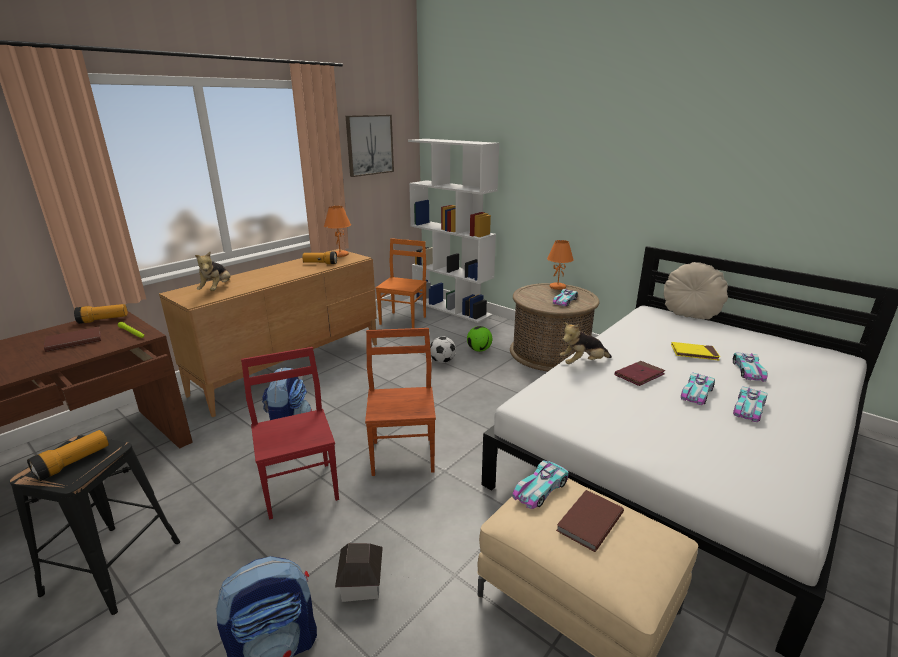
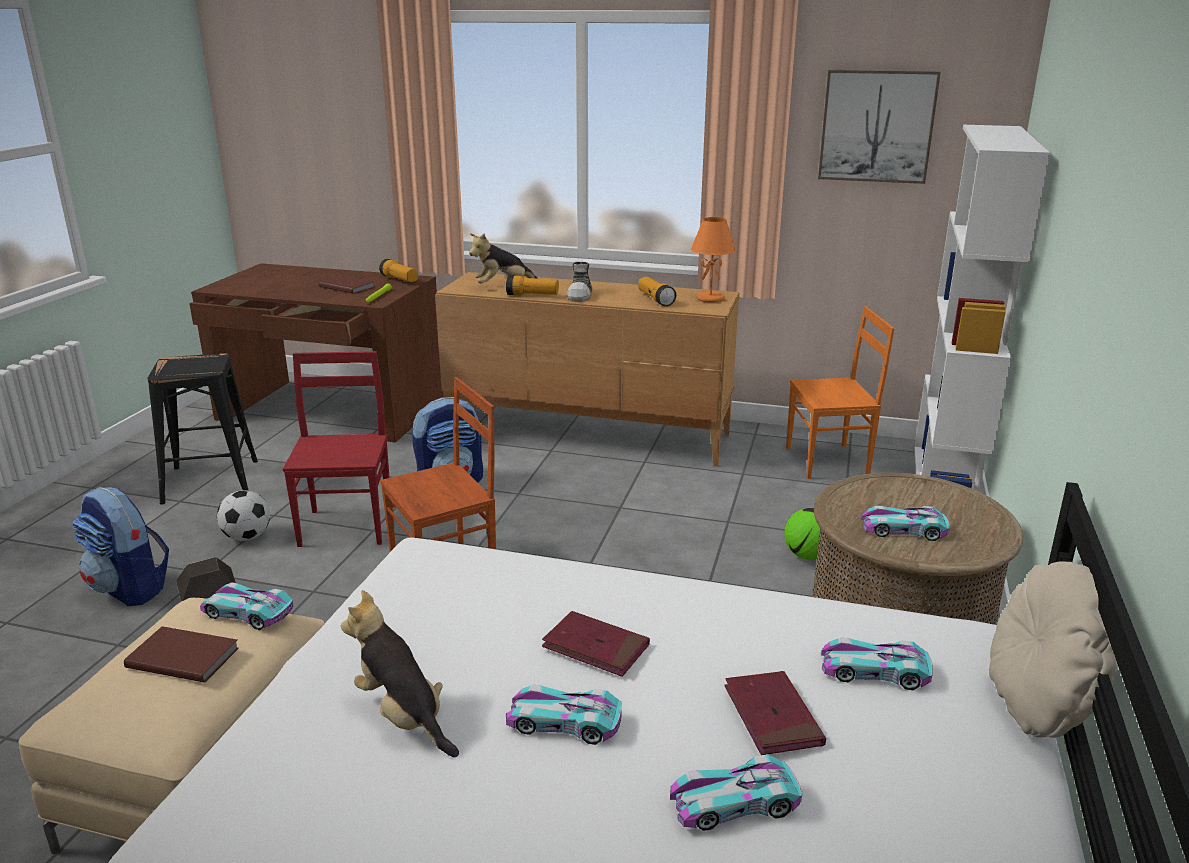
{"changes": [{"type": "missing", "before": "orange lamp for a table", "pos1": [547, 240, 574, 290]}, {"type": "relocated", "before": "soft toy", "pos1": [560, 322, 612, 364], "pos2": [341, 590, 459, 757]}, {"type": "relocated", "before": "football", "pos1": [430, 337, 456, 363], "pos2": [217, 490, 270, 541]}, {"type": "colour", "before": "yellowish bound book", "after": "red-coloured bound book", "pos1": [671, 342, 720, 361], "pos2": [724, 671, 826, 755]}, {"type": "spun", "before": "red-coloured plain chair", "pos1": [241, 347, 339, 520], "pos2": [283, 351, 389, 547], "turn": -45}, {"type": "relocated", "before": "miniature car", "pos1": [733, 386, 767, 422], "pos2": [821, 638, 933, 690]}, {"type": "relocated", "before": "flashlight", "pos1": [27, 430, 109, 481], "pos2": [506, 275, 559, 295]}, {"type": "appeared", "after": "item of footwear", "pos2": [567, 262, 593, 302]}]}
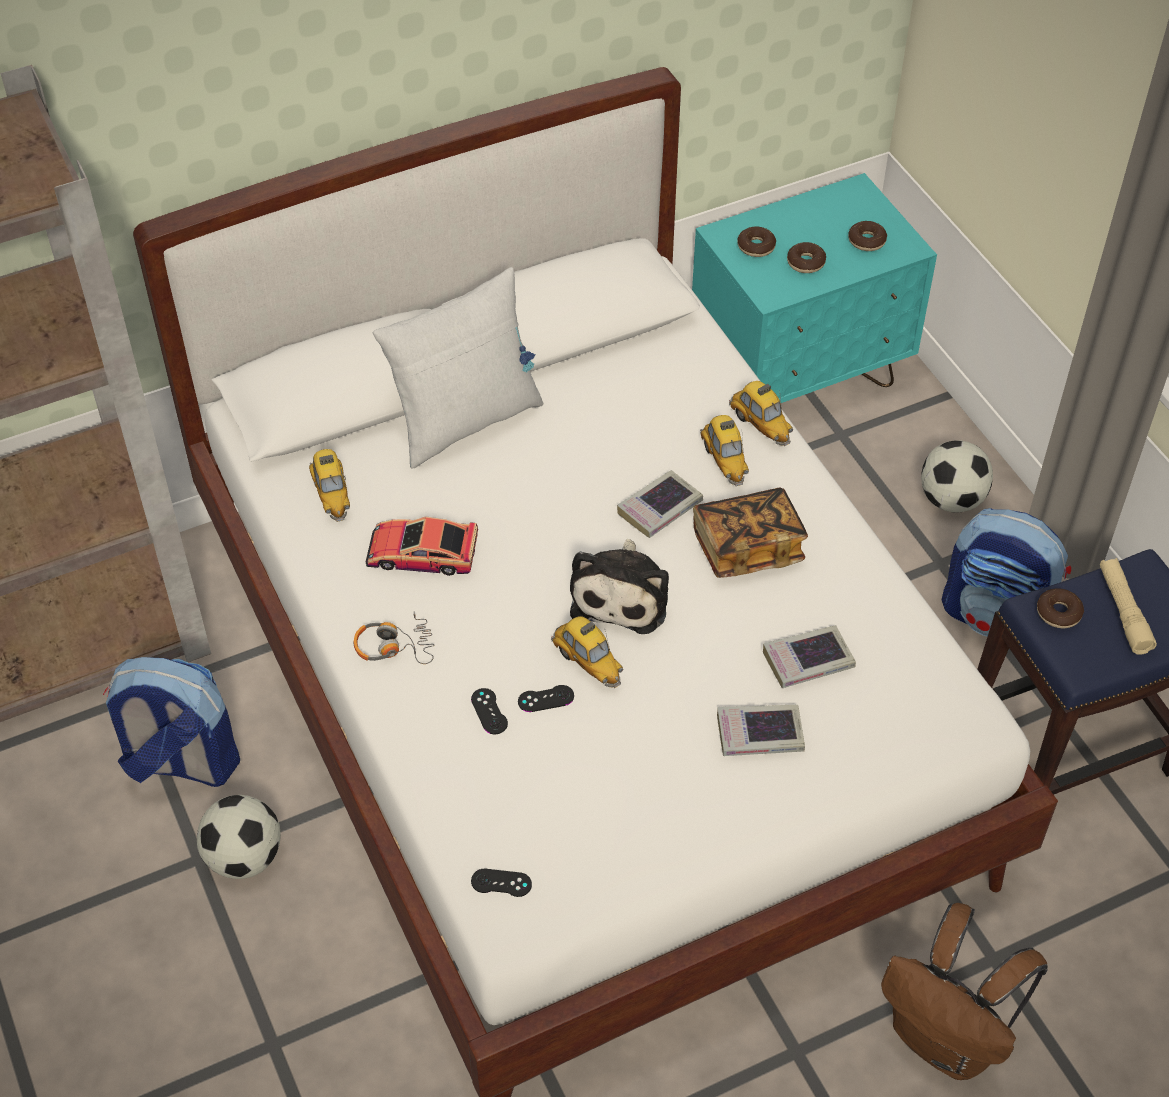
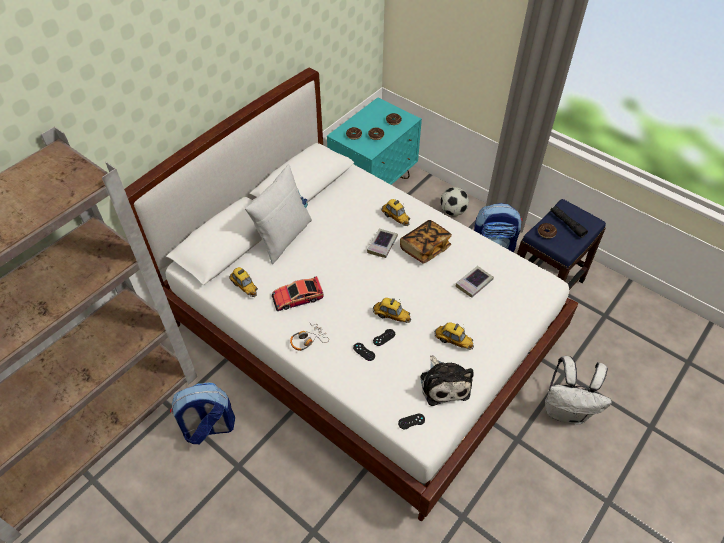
{"changes": [{"type": "relocated", "before": "miniature car", "pos1": [729, 381, 793, 446], "pos2": [434, 322, 474, 350]}, {"type": "relocated", "before": "soft toy", "pos1": [570, 539, 669, 634], "pos2": [420, 355, 474, 406]}, {"type": "colour", "before": "beige flashlight", "after": "black flashlight", "pos1": [1100, 558, 1157, 655], "pos2": [550, 206, 588, 238]}, {"type": "missing", "before": "bound book", "pos1": [717, 705, 805, 756]}, {"type": "missing", "before": "football", "pos1": [197, 795, 281, 879]}, {"type": "colour", "before": "brownish backpack", "after": "white-coloured backpack", "pos1": [881, 903, 1048, 1080], "pos2": [545, 356, 612, 425]}]}
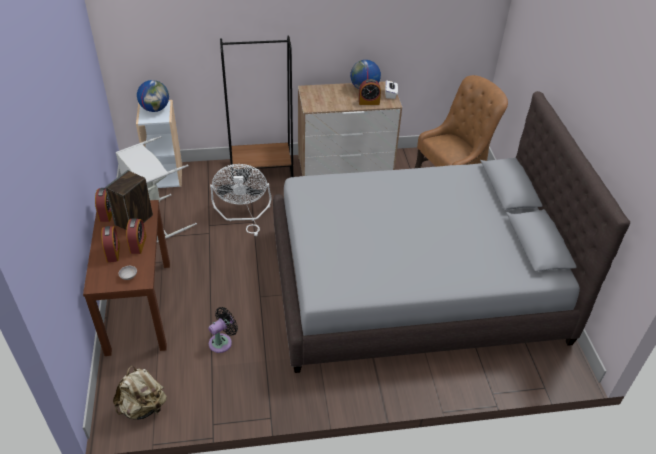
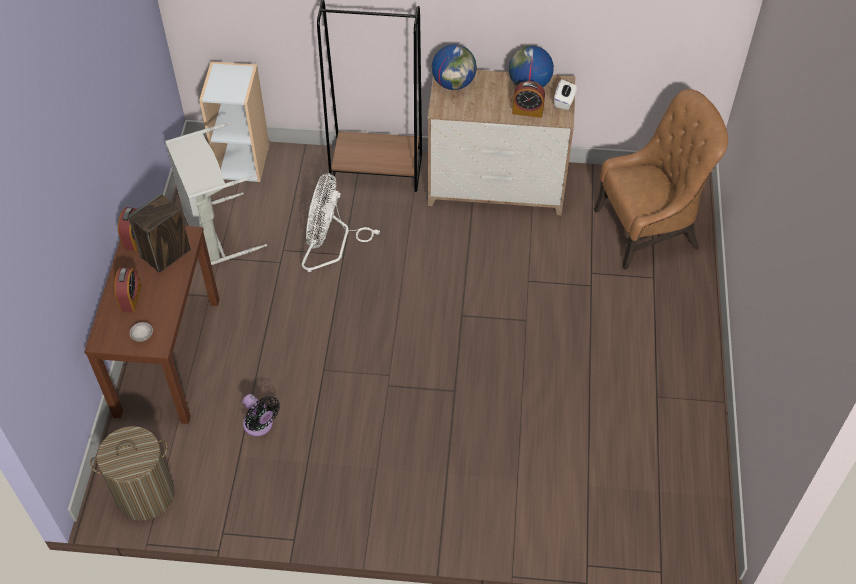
{"changes": [{"type": "relocated", "before": "world globe", "pos1": [137, 80, 169, 112], "pos2": [432, 44, 477, 90]}, {"type": "missing", "before": "gray bed", "pos1": [273, 91, 630, 373]}, {"type": "spun", "before": "white-coloured cooling fan", "pos1": [210, 164, 272, 236], "pos2": [302, 173, 381, 272], "turn": -90}, {"type": "missing", "before": "table clock", "pos1": [126, 218, 146, 254]}, {"type": "spun", "before": "black cooling fan", "pos1": [208, 307, 238, 353], "pos2": [242, 394, 280, 436], "turn": 75}, {"type": "exchanged", "before": "beige backpack", "after": "laundry basket", "pos1": [113, 366, 167, 420], "pos2": [90, 426, 175, 521]}]}
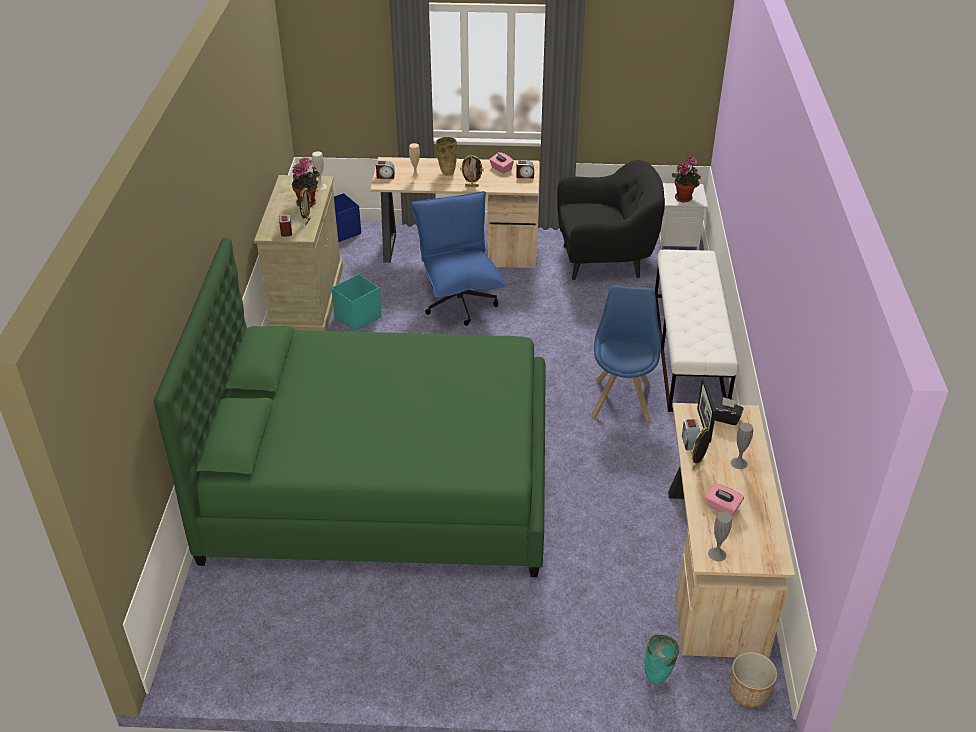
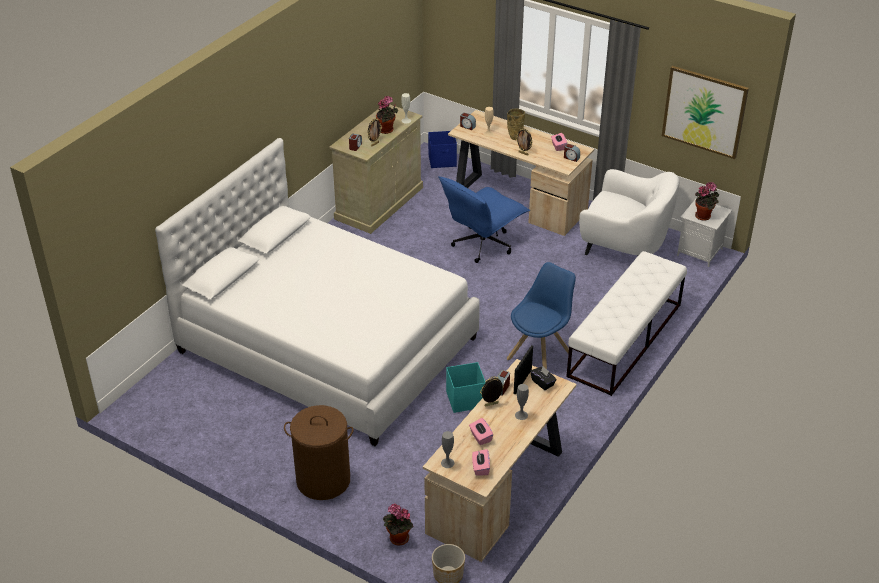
{"changes": [{"type": "colour", "before": "black easy chair", "after": "white-coloured easy chair", "pos1": [557, 160, 665, 280], "pos2": [579, 169, 680, 257]}, {"type": "spun", "before": "blue office chair", "pos1": [411, 191, 506, 326], "pos2": [438, 176, 530, 263], "turn": -150}, {"type": "colour", "before": "greenish bed", "after": "white-coloured bed", "pos1": [154, 237, 546, 577], "pos2": [155, 138, 480, 446]}, {"type": "relocated", "before": "turquoise-coloured storage box", "pos1": [331, 274, 382, 331], "pos2": [446, 362, 486, 413]}, {"type": "exchanged", "before": "turquoise-coloured decorative vase", "after": "potted plant", "pos1": [644, 634, 679, 684], "pos2": [383, 503, 414, 546]}, {"type": "appeared", "after": "wall art", "pos2": [662, 66, 749, 159]}, {"type": "appeared", "after": "brownish laundry basket", "pos2": [284, 405, 354, 500]}, {"type": "appeared", "after": "pink box of tissues", "pos2": [472, 449, 490, 476]}]}
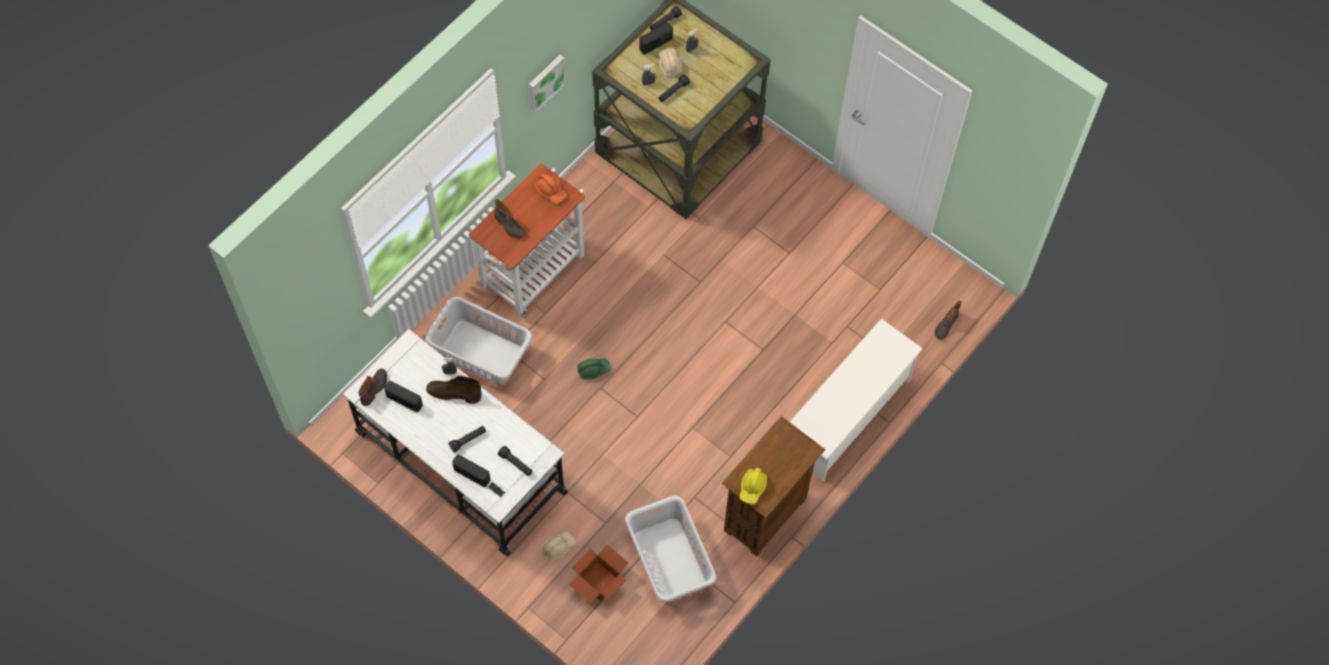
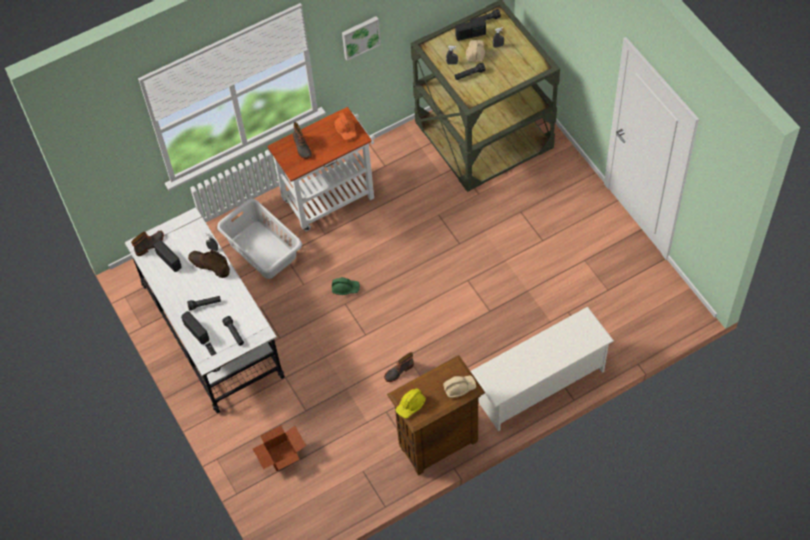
{"changes": [{"type": "relocated", "before": "tall boot", "pos1": [935, 301, 961, 340], "pos2": [384, 352, 414, 382]}, {"type": "missing", "before": "gray laundry basket", "pos1": [625, 495, 716, 602]}, {"type": "relocated", "before": "beige safety helmet", "pos1": [541, 531, 576, 561], "pos2": [443, 375, 476, 398]}]}
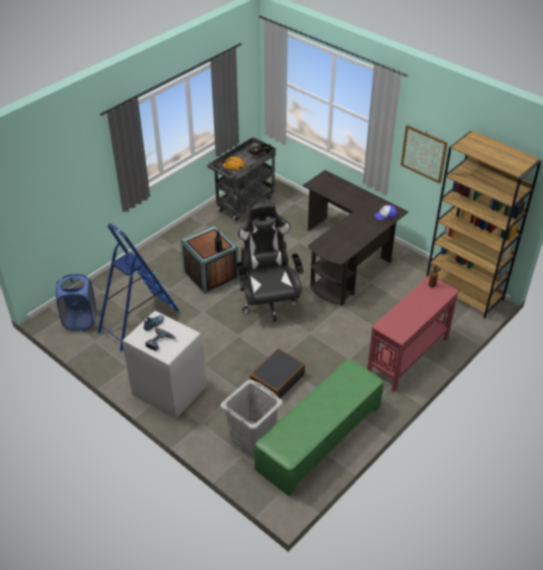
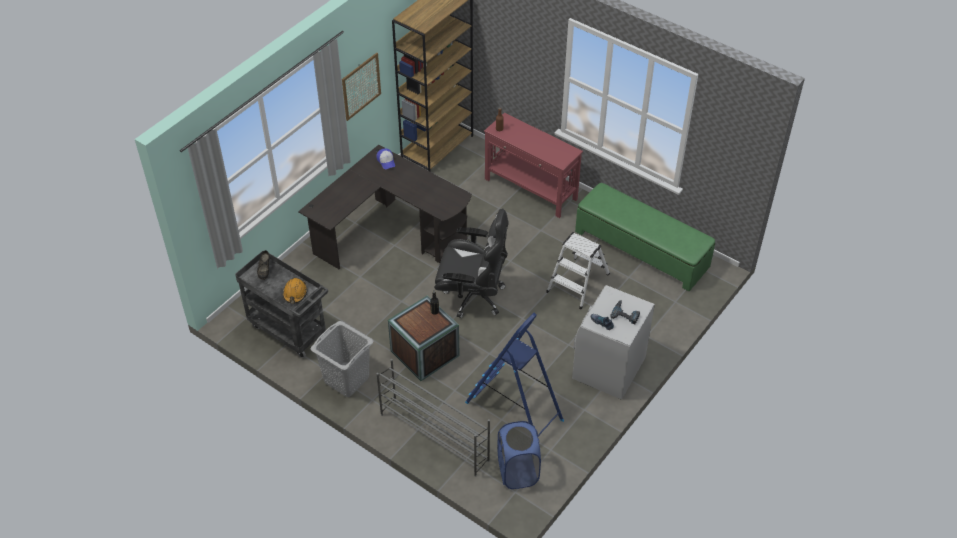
{"changes": [{"type": "spun", "before": "black office chair", "pos1": [236, 203, 303, 322], "pos2": [434, 208, 509, 318], "turn": -150}, {"type": "exchanged", "before": "black travel case", "after": "white-coloured step ladder", "pos1": [250, 348, 305, 398], "pos2": [546, 232, 610, 310]}, {"type": "relocated", "before": "gray laundry basket", "pos1": [220, 380, 283, 456], "pos2": [311, 321, 373, 397]}, {"type": "appeared", "after": "gray shoe rack", "pos2": [377, 359, 490, 477]}]}
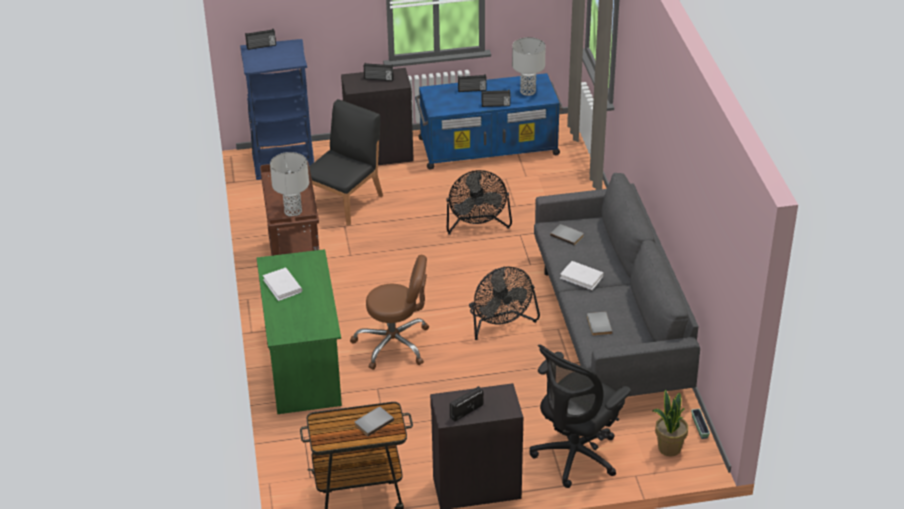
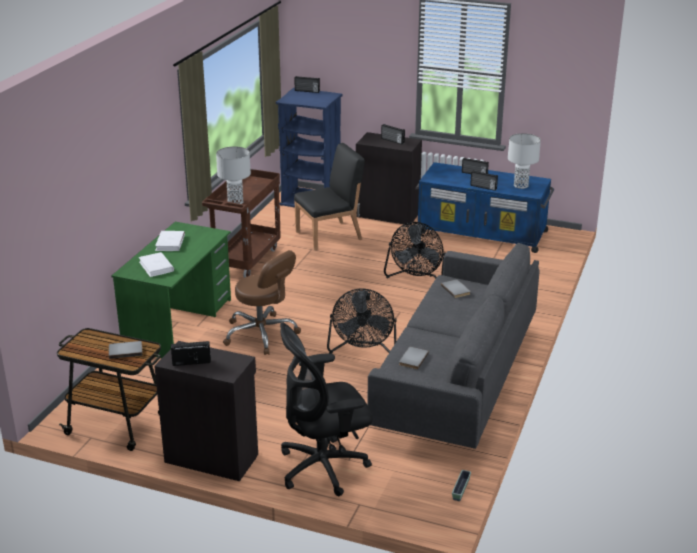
{"changes": [{"type": "relocated", "before": "white-coloured bound book", "pos1": [560, 261, 604, 290], "pos2": [139, 252, 174, 277]}, {"type": "missing", "before": "potted plant", "pos1": [653, 389, 688, 457]}]}
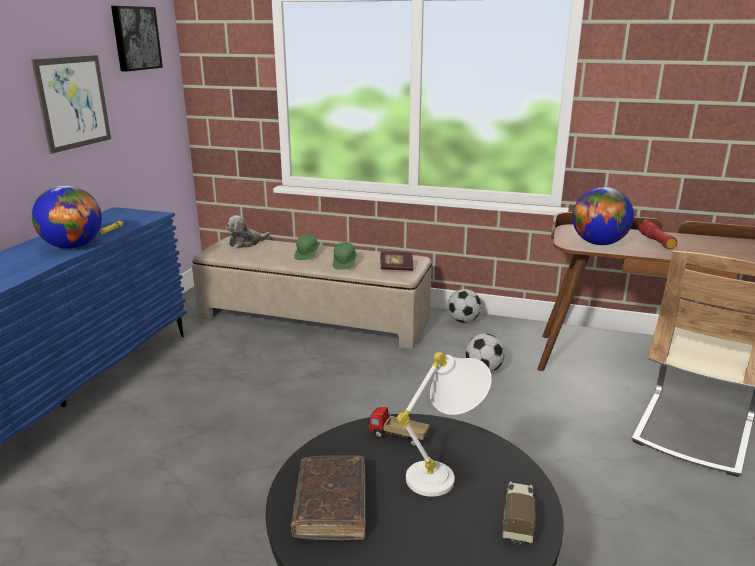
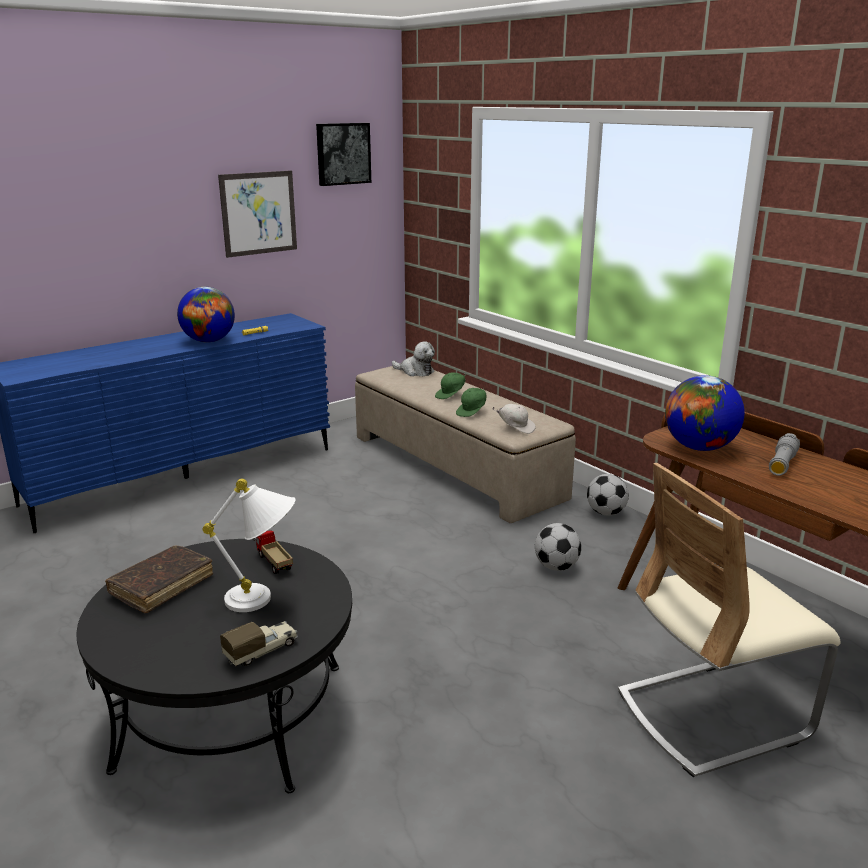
{"changes": [{"type": "spun", "before": "soft toy", "pos1": [226, 215, 270, 249], "pos2": [392, 341, 435, 377], "turn": -150}, {"type": "colour", "before": "red-coloured flashlight", "after": "gray flashlight", "pos1": [638, 220, 677, 249], "pos2": [769, 433, 800, 476]}, {"type": "exchanged", "before": "bound book", "after": "white-coloured cap", "pos1": [380, 252, 413, 271], "pos2": [492, 404, 536, 434]}]}
